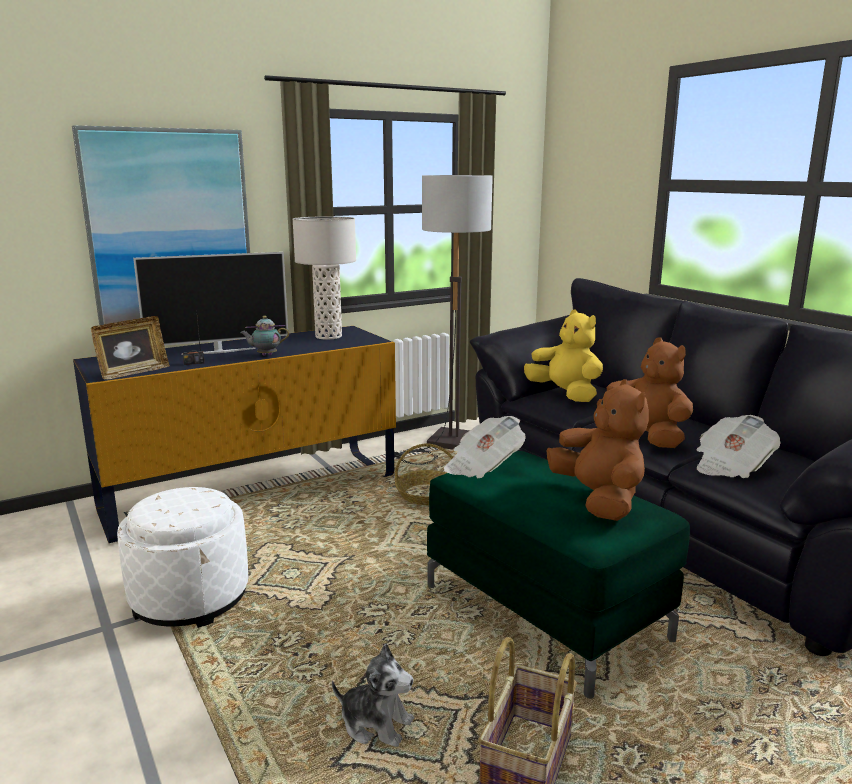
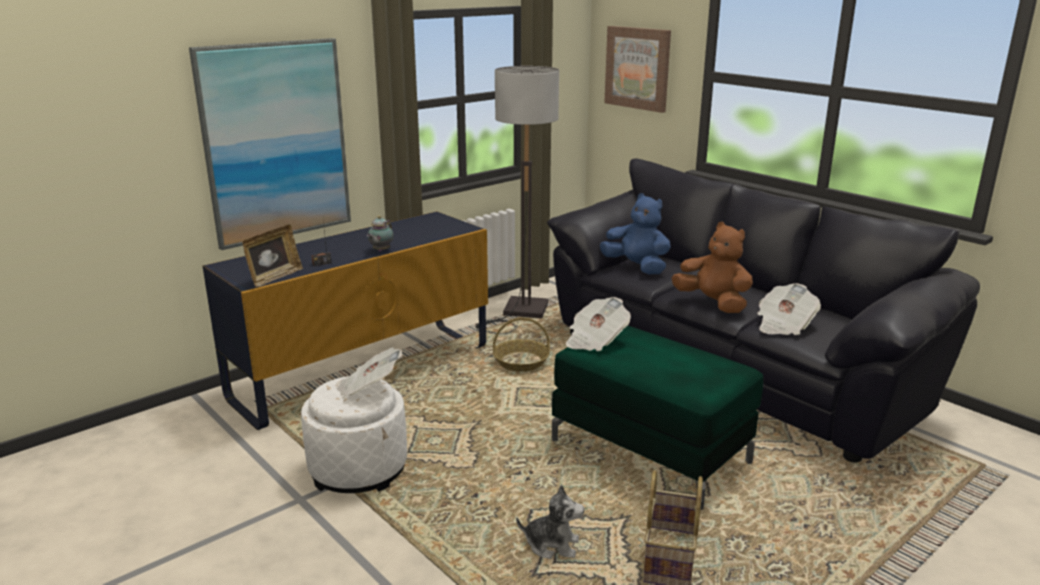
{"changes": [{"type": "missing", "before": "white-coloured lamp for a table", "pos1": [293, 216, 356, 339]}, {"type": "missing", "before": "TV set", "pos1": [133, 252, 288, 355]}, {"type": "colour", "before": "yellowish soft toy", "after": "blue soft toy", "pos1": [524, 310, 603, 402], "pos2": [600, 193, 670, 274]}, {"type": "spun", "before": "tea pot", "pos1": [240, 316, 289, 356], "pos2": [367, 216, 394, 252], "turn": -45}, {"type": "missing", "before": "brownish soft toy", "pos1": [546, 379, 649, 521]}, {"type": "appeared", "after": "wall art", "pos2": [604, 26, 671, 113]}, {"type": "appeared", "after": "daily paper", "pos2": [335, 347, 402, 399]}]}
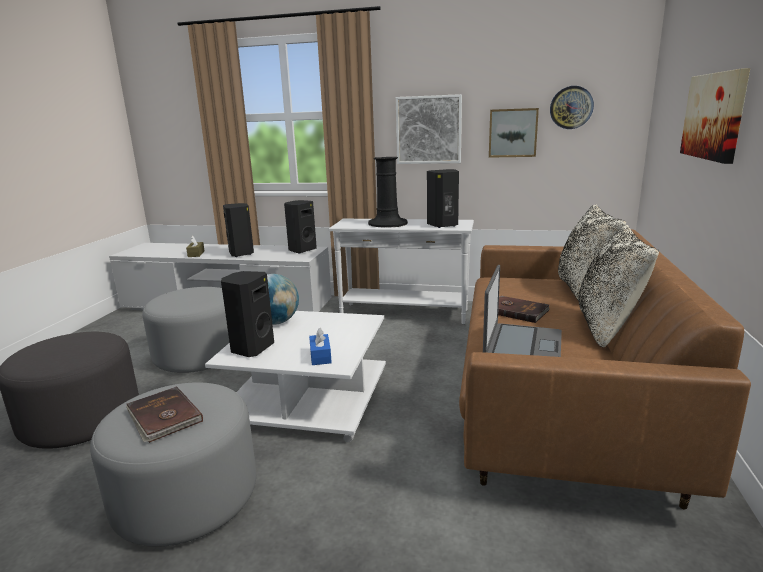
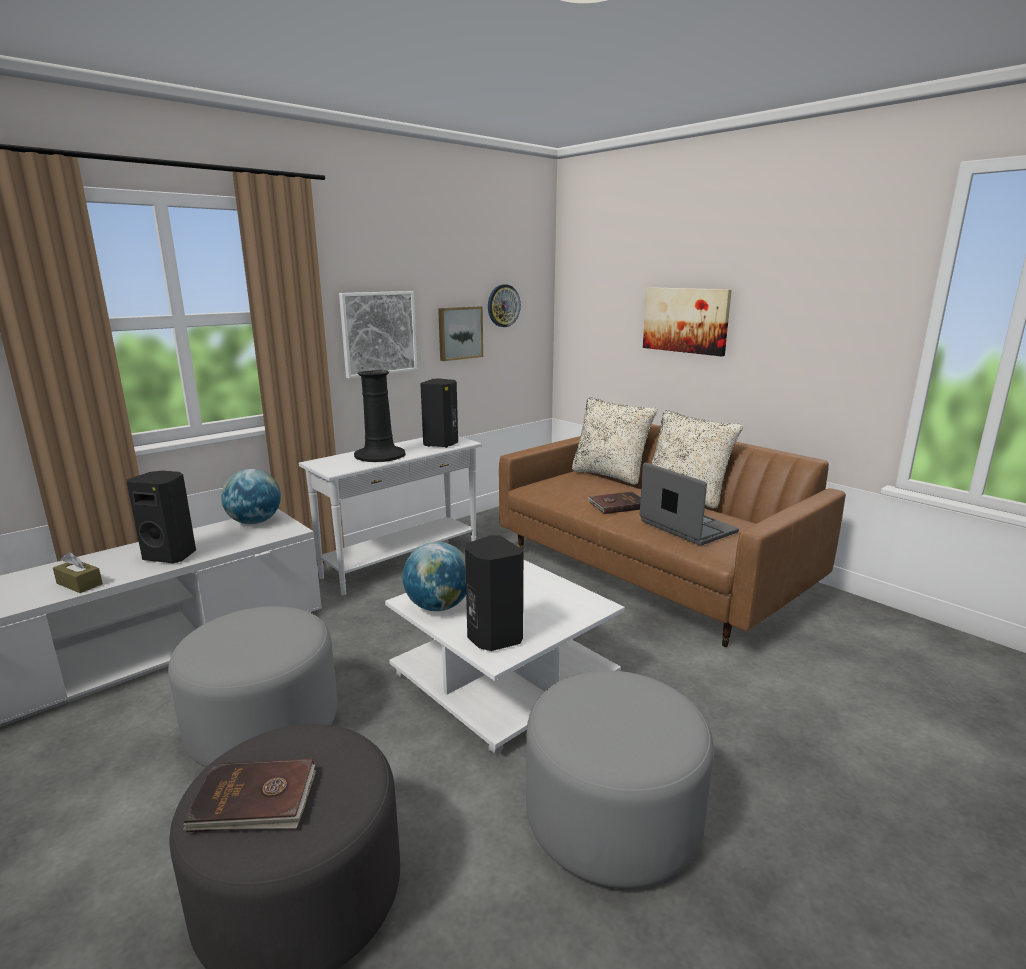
{"changes": [{"type": "exchanged", "before": "black loudspeaker", "after": "world globe", "pos1": [284, 200, 317, 253], "pos2": [221, 469, 281, 524]}, {"type": "missing", "before": "blue box of tissues", "pos1": [309, 328, 332, 365]}, {"type": "relocated", "before": "brownish bound book", "pos1": [126, 386, 203, 443], "pos2": [183, 759, 316, 832]}]}
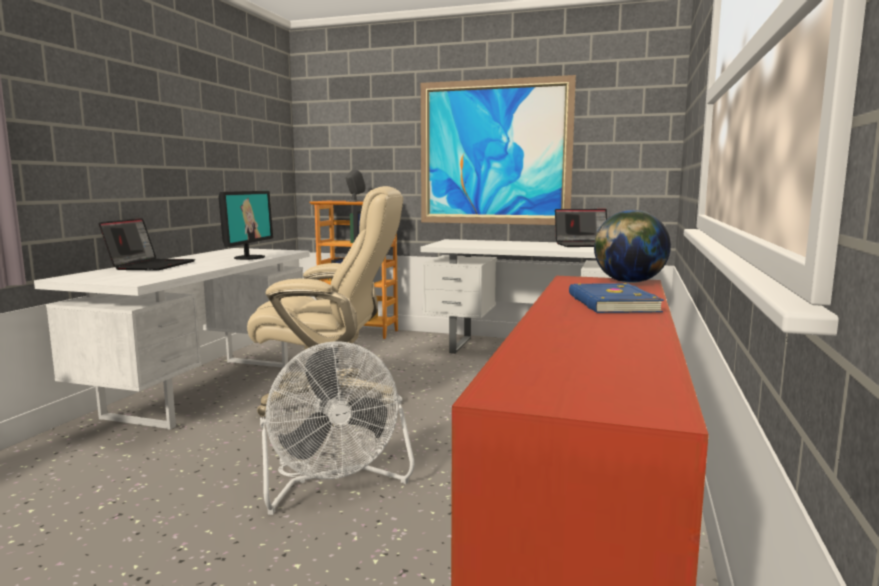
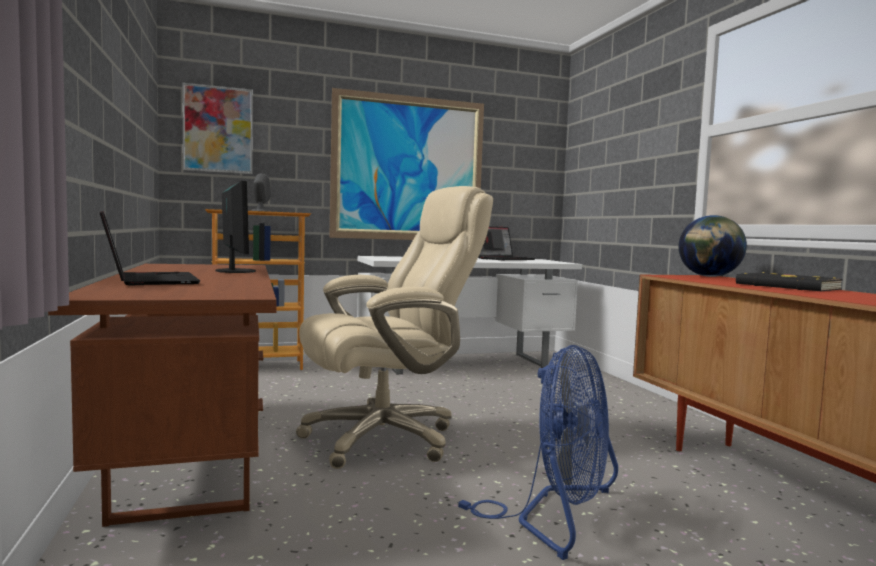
{"changes": [{"type": "colour", "before": "white-coloured desk unit", "after": "brownish desk unit", "pos1": [34, 248, 310, 430], "pos2": [48, 264, 276, 527]}, {"type": "colour", "before": "blue bound book", "after": "black bound book", "pos1": [569, 283, 664, 313], "pos2": [736, 272, 843, 291]}, {"type": "colour", "before": "white-coloured cooling fan", "after": "blue cooling fan", "pos1": [260, 341, 415, 515], "pos2": [457, 345, 618, 560]}, {"type": "appeared", "after": "wall art", "pos2": [182, 83, 253, 174]}]}
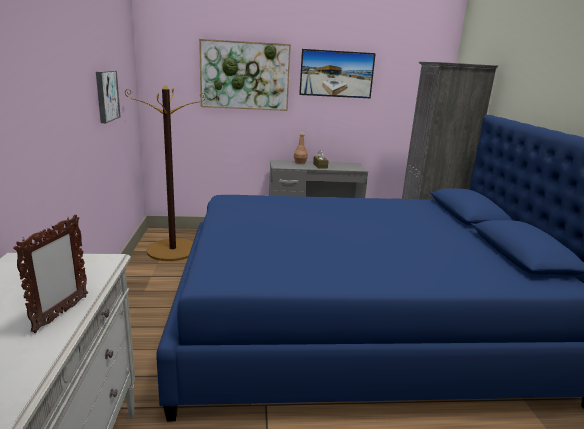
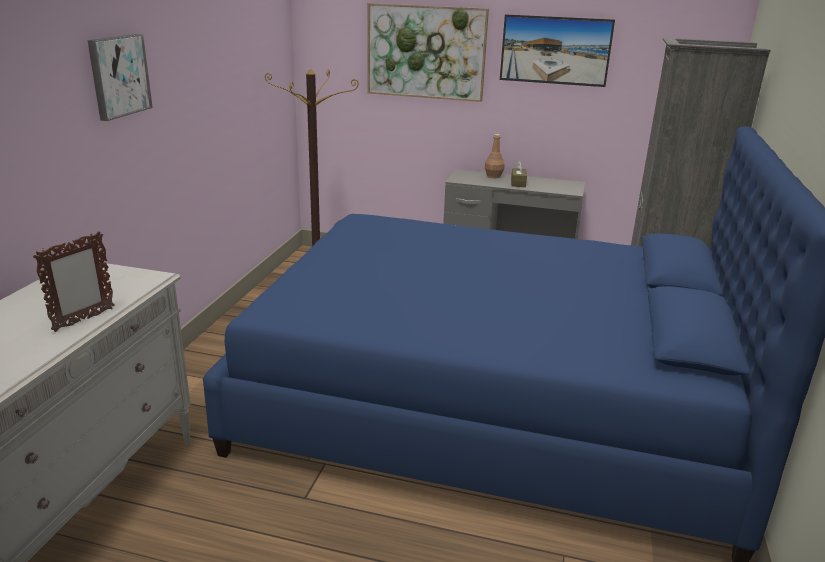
{"changes": [{"type": "relocated", "before": "wall art", "pos1": [96, 71, 121, 123], "pos2": [87, 34, 153, 121]}]}
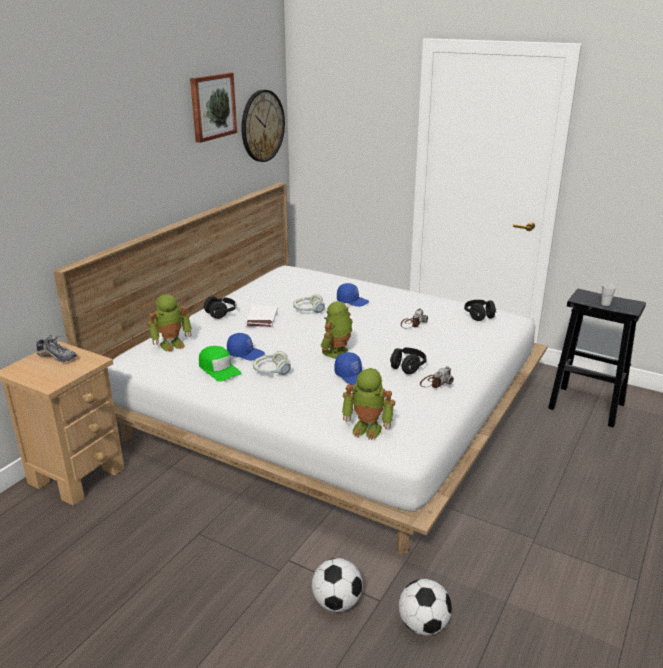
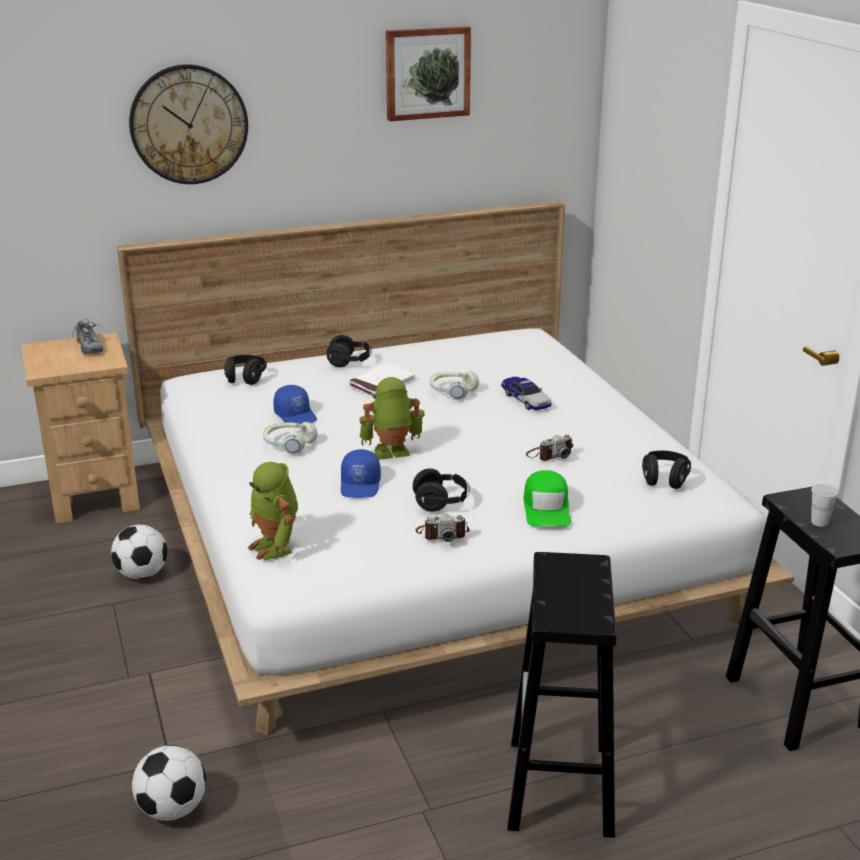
{"changes": [{"type": "relocated", "before": "hanging clock", "pos1": [241, 90, 285, 162], "pos2": [129, 64, 248, 184]}, {"type": "exchanged", "before": "blue cap", "after": "miniature car", "pos1": [337, 283, 369, 307], "pos2": [501, 377, 552, 410]}, {"type": "exchanged", "before": "toy robot", "after": "black headphones", "pos1": [147, 294, 192, 352], "pos2": [224, 355, 267, 385]}, {"type": "relocated", "before": "greenish cap", "pos1": [199, 346, 241, 382], "pos2": [523, 470, 571, 527]}, {"type": "relocated", "before": "football", "pos1": [312, 558, 363, 612], "pos2": [111, 524, 167, 579]}, {"type": "appeared", "after": "black sitting stool", "pos2": [507, 552, 617, 838]}]}
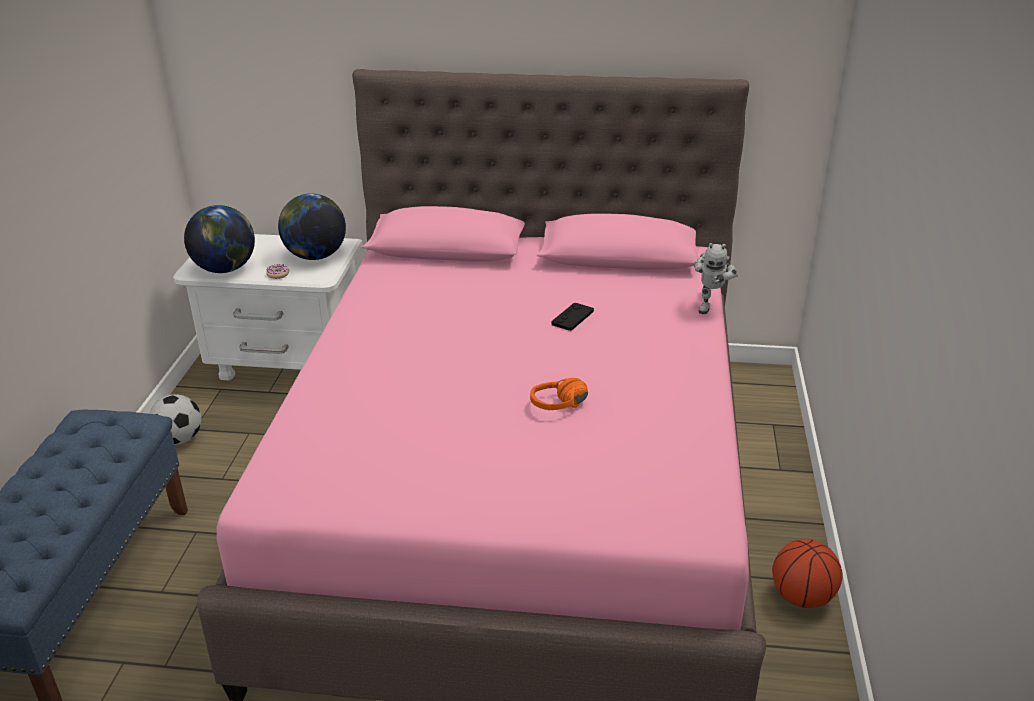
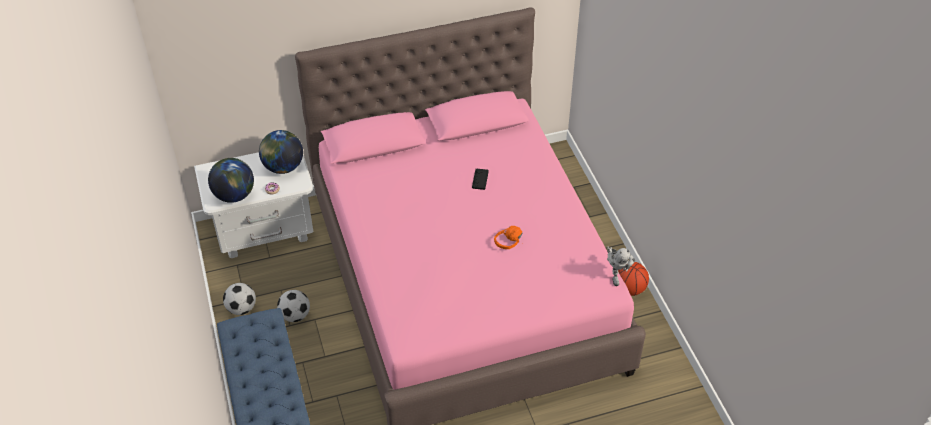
{"changes": [{"type": "relocated", "before": "toy robot", "pos1": [694, 243, 738, 314], "pos2": [607, 246, 636, 286]}, {"type": "appeared", "after": "football", "pos2": [277, 290, 310, 322]}]}
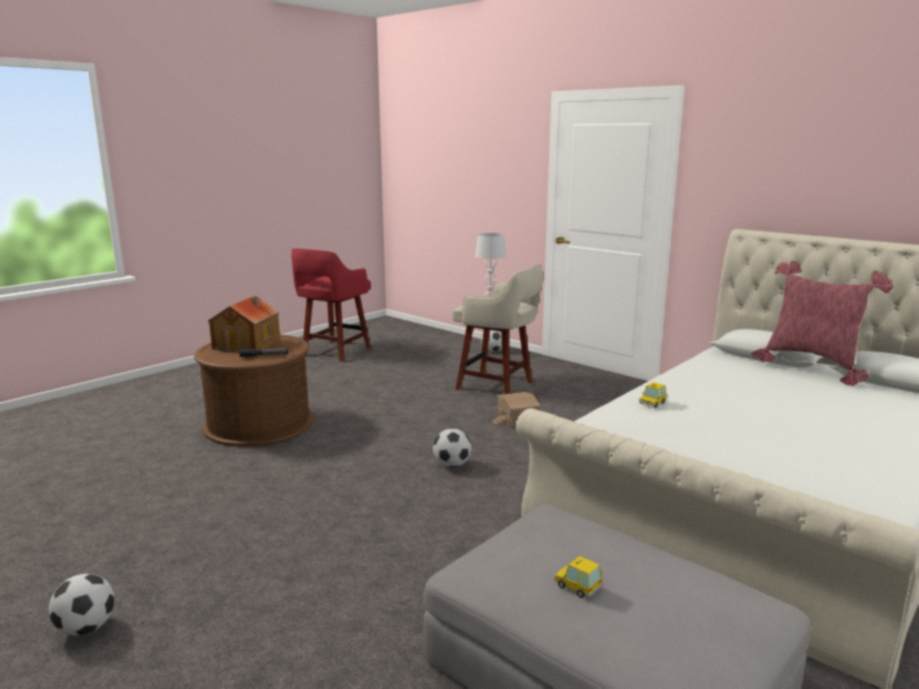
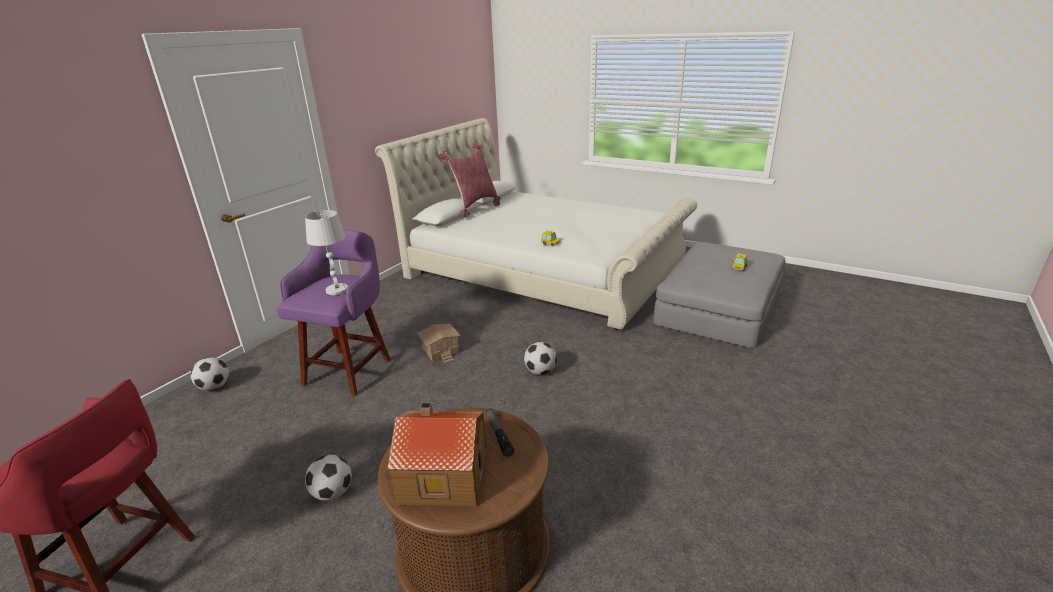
{"changes": [{"type": "colour", "before": "beige sitting stool", "after": "purplish sitting stool", "pos1": [452, 264, 543, 394], "pos2": [276, 229, 391, 396]}, {"type": "relocated", "before": "football", "pos1": [49, 574, 115, 636], "pos2": [305, 455, 352, 501]}]}
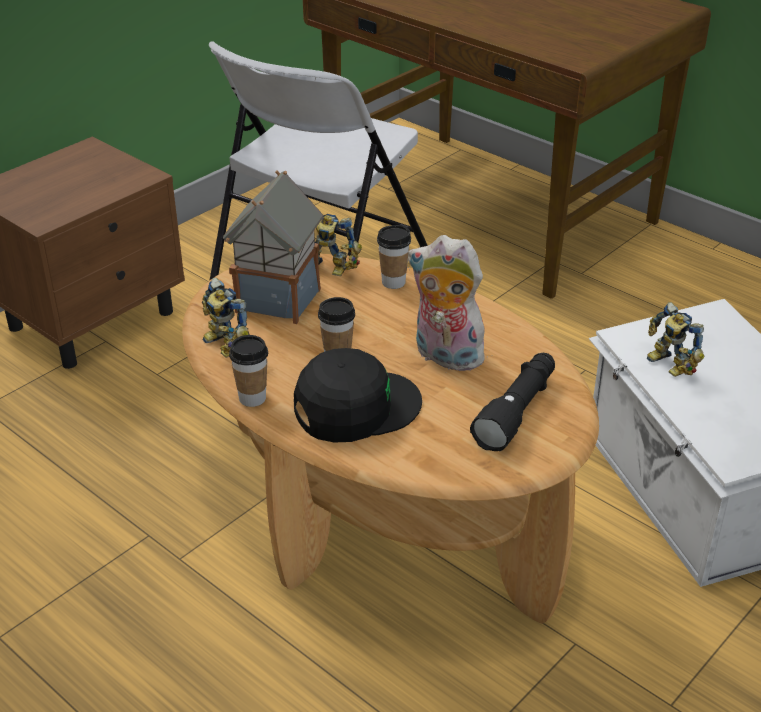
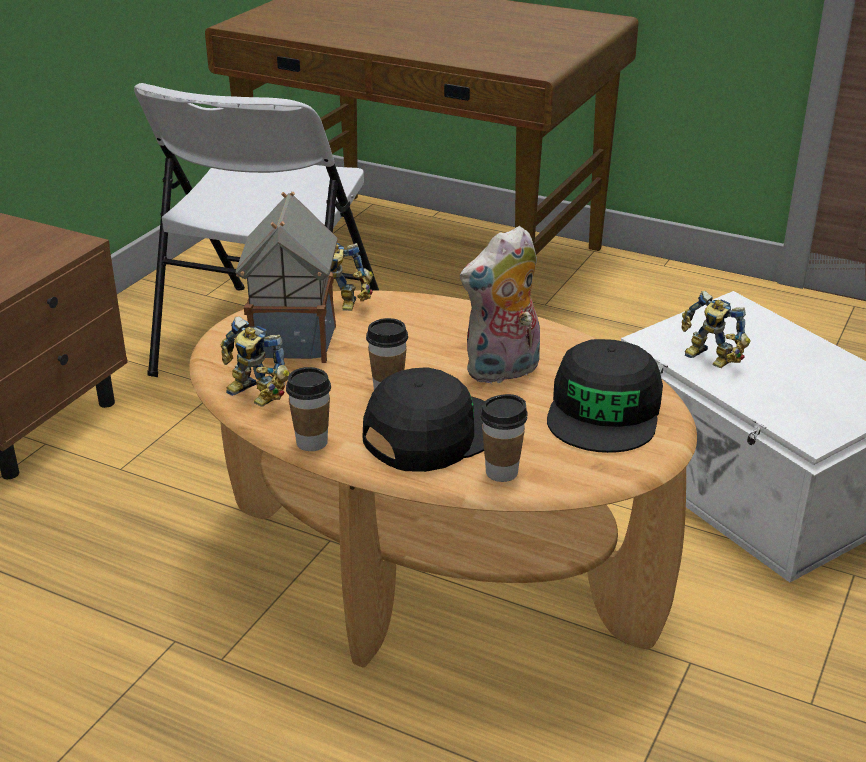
{"changes": [{"type": "relocated", "before": "drinking cup", "pos1": [377, 225, 411, 289], "pos2": [480, 394, 528, 482]}, {"type": "spun", "before": "soft toy", "pos1": [408, 235, 485, 371], "pos2": [460, 226, 540, 383], "turn": -45}, {"type": "exchanged", "before": "black flashlight", "after": "black cap", "pos1": [470, 353, 555, 452], "pos2": [547, 339, 663, 453]}]}
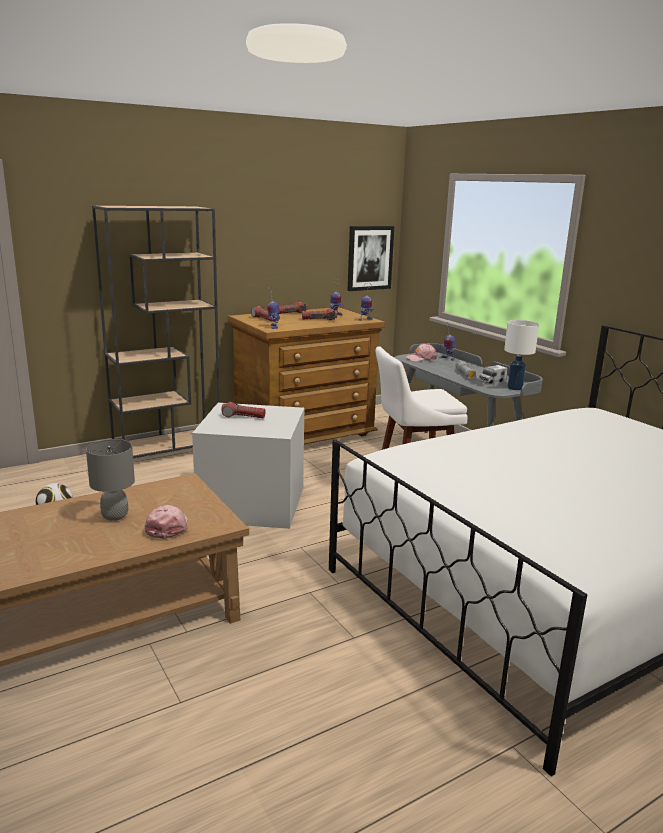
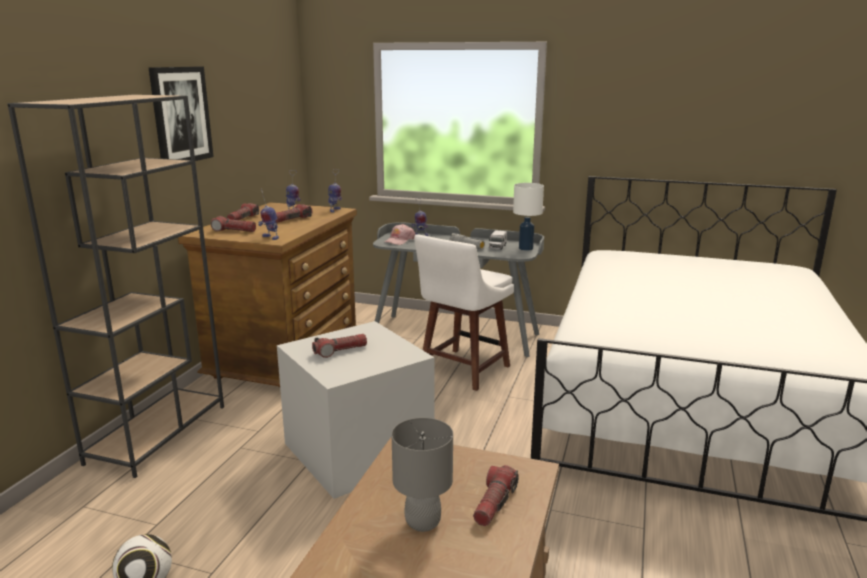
{"changes": [{"type": "relocated", "before": "wall art", "pos1": [348, 226, 394, 291], "pos2": [149, 67, 214, 161]}, {"type": "exchanged", "before": "pink cap", "after": "flashlight", "pos1": [145, 505, 188, 539], "pos2": [473, 465, 519, 526]}]}
